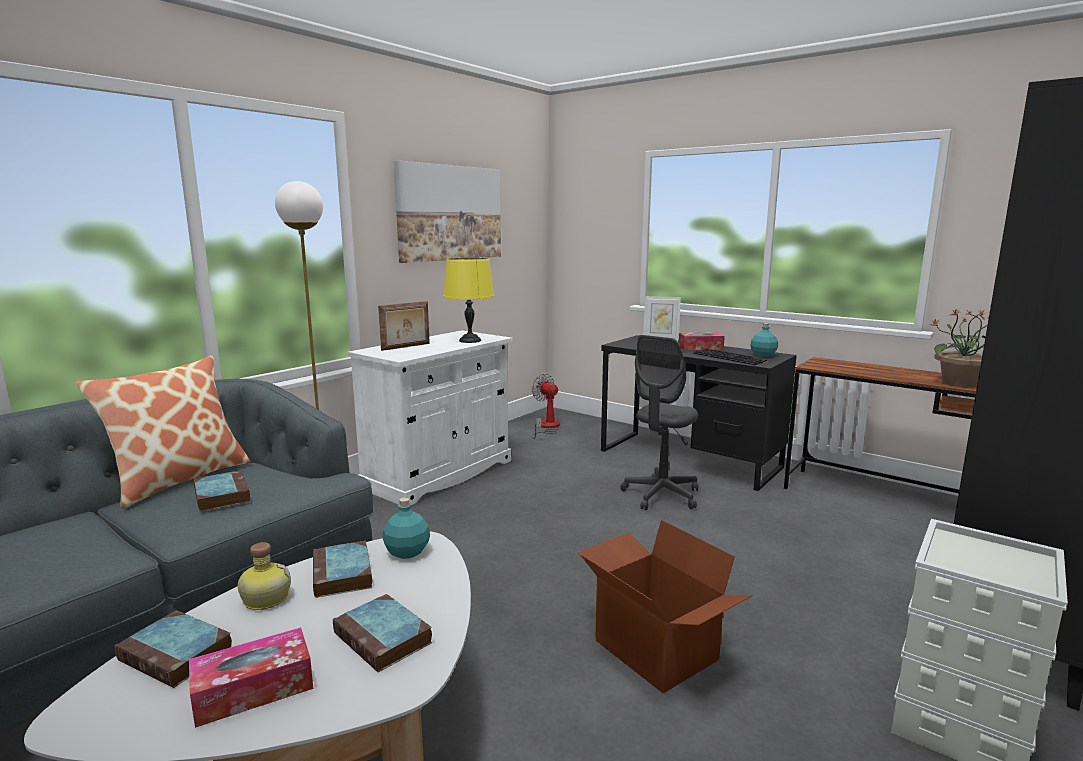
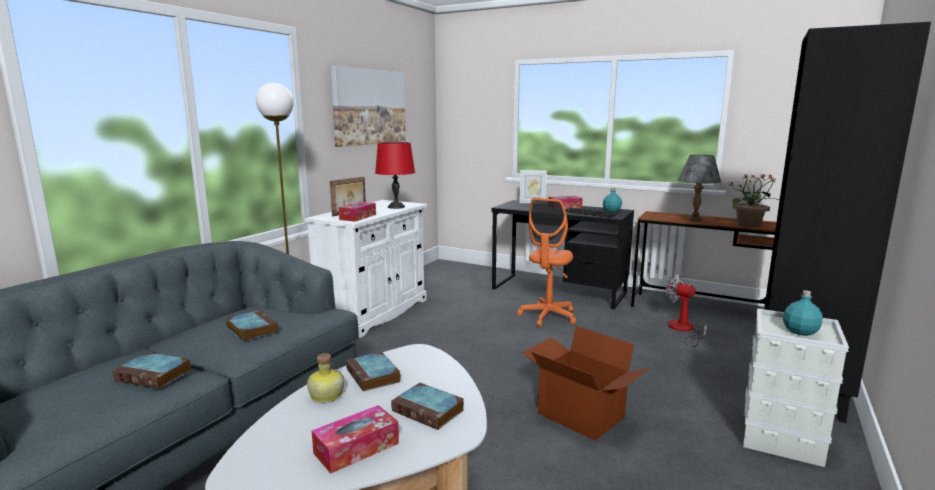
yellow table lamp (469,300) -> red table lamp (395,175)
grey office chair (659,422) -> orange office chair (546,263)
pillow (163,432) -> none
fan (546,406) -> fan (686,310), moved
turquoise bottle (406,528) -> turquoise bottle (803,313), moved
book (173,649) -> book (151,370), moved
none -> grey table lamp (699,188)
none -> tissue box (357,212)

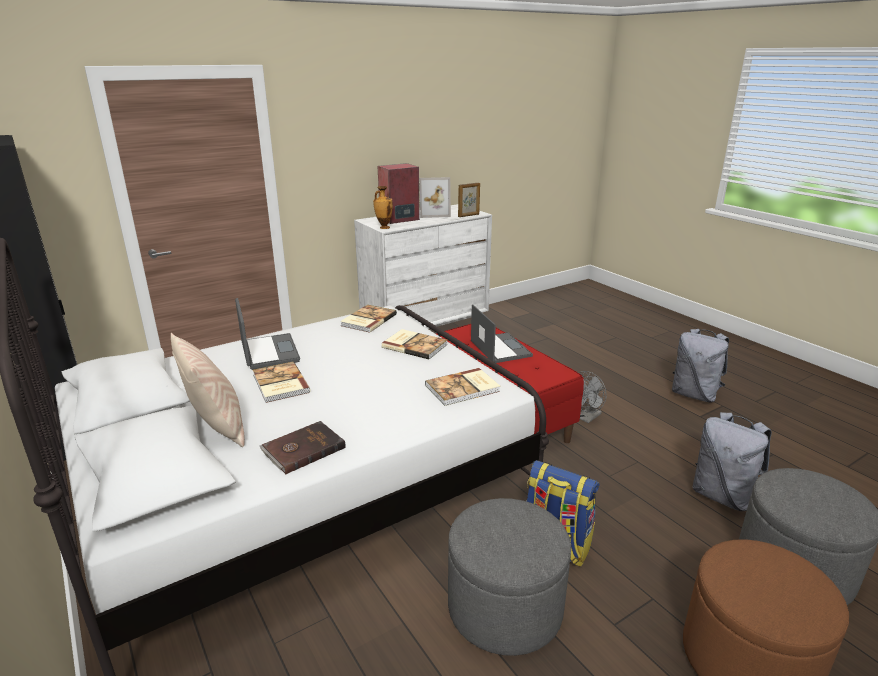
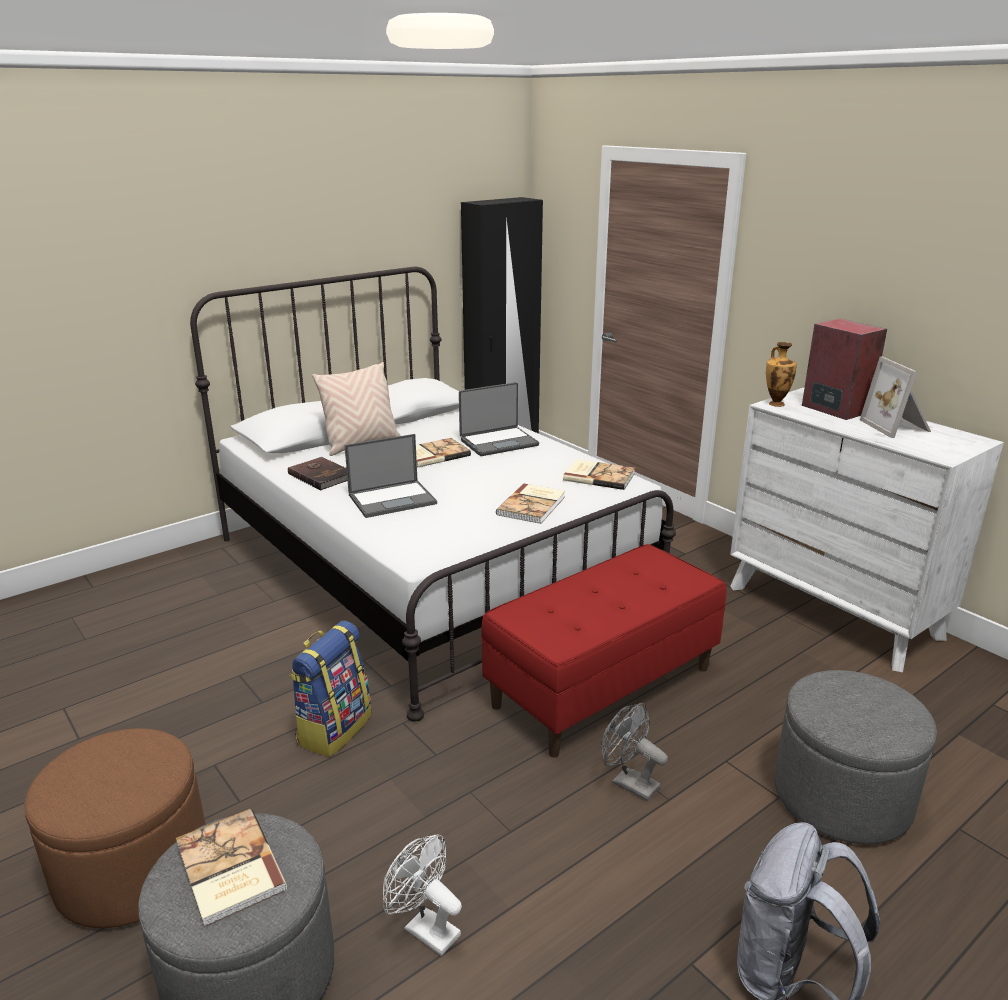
picture frame (469,200) -> none
laptop (502,333) -> laptop (391,476), moved
book (462,387) -> book (231,868), moved
grey backpack (732,461) -> white fan (422,895)
grey ottoman (509,577) -> grey ottoman (855,757), moved

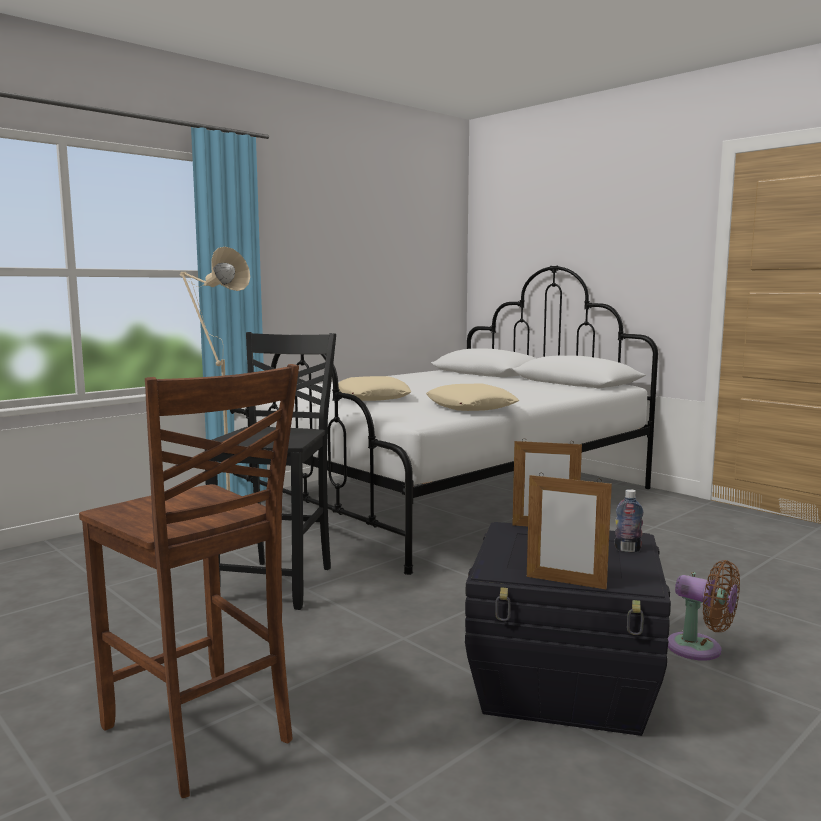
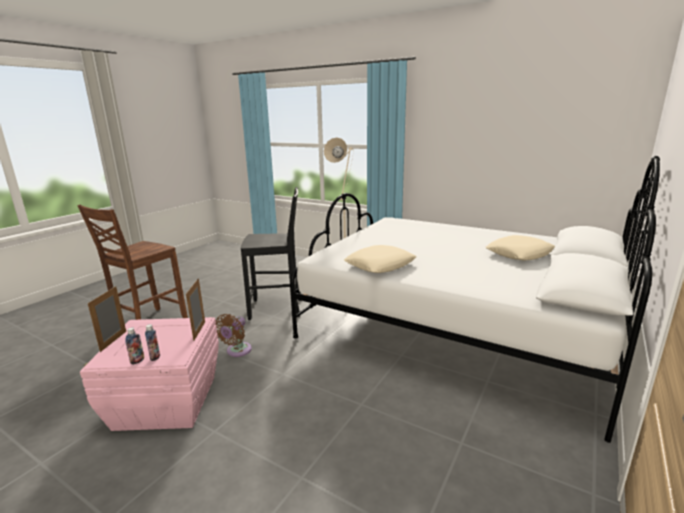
beige pillow (375,388) -> beige pillow (520,248), moved
black storage box (568,629) -> pink storage box (149,374)
brown fan (704,610) -> brown fan (234,335), moved
none -> bottle (134,346)

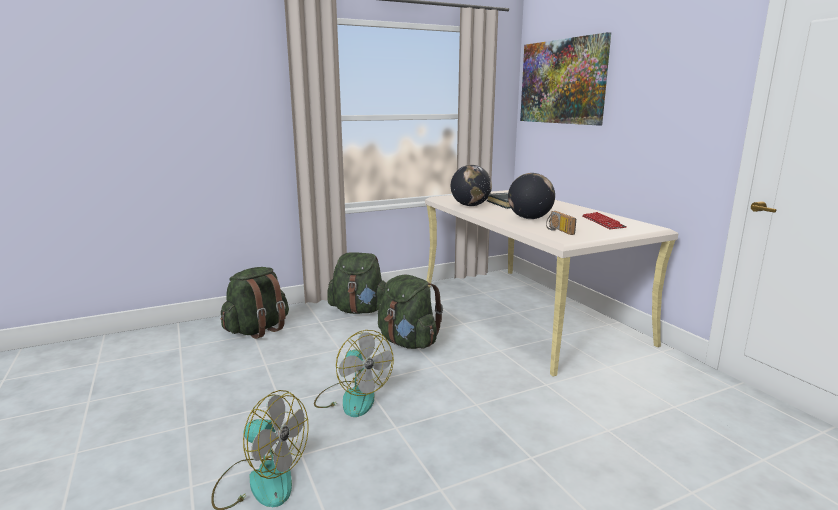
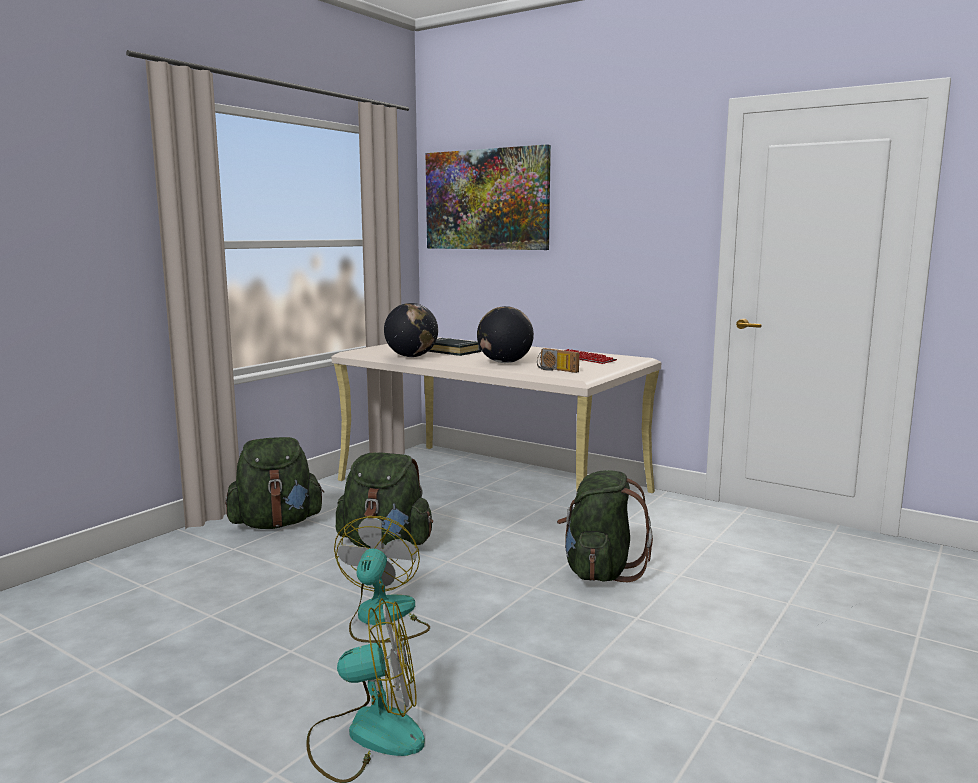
green backpack (255,303) -> green backpack (605,526), moved
fan (354,373) -> fan (382,579), 105 degrees counterclockwise

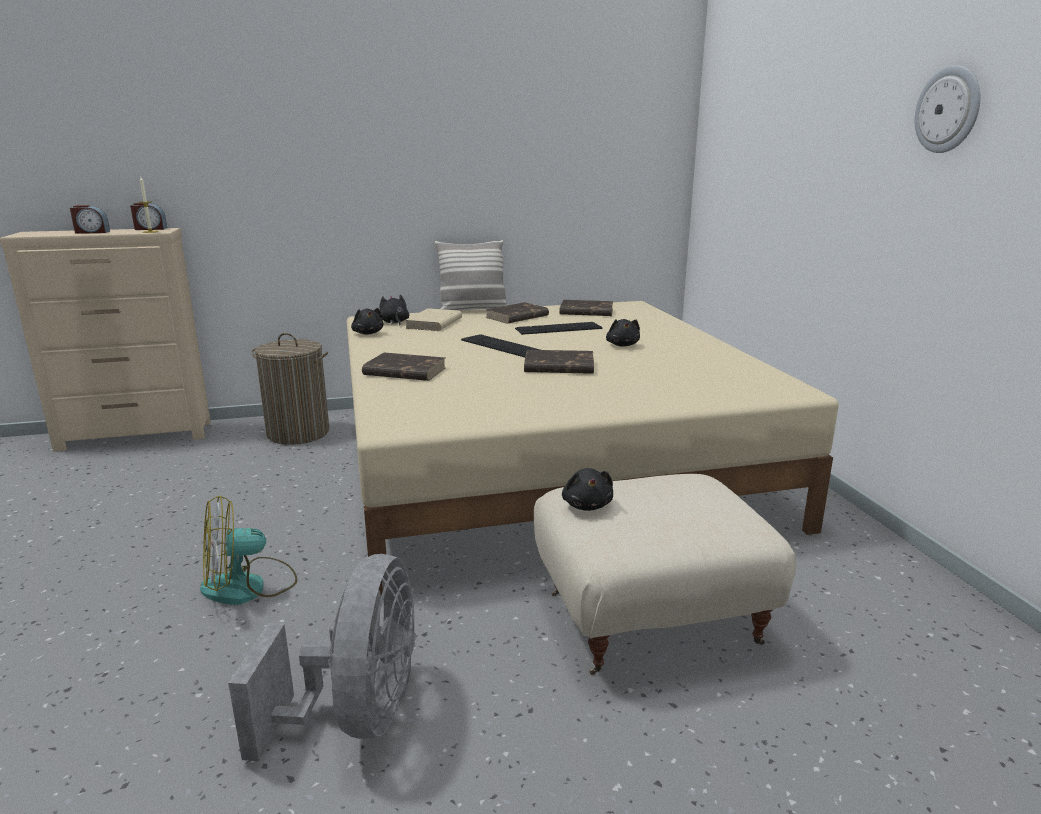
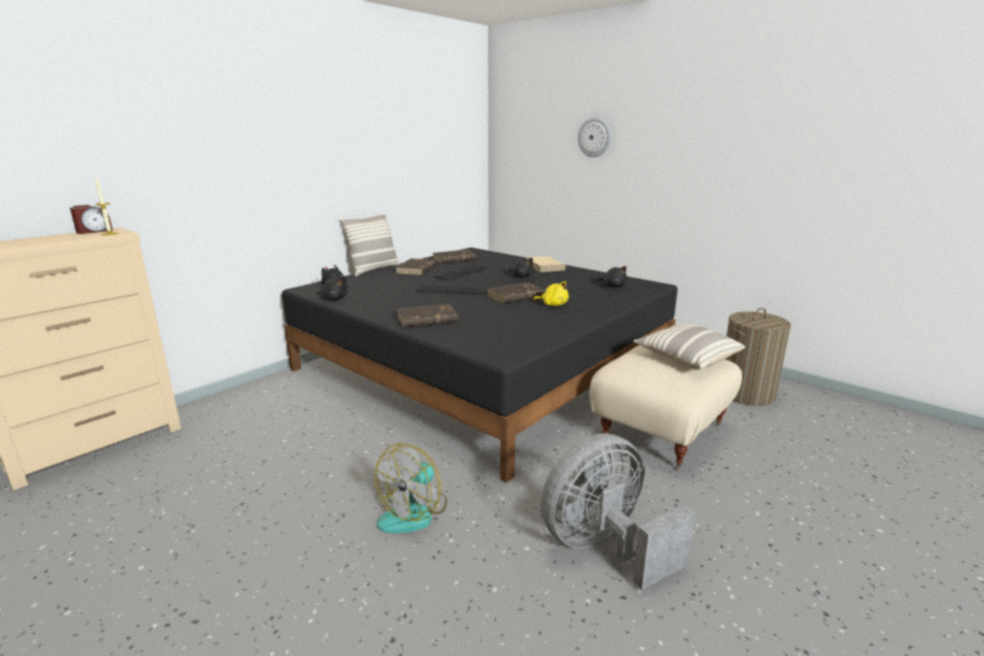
wall clock (947,109) -> wall clock (594,137), moved
alarm clock (90,219) -> none
beige bed (593,448) -> black bed (480,365)
beige book (433,319) -> beige book (546,264), moved
laundry basket (290,389) -> laundry basket (758,357), moved
black plush toy (587,489) -> black plush toy (612,276), moved
grey fan (322,657) -> grey fan (618,511), 90 degrees counterclockwise
none -> yellow plush toy (551,294)
none -> pillow (689,346)

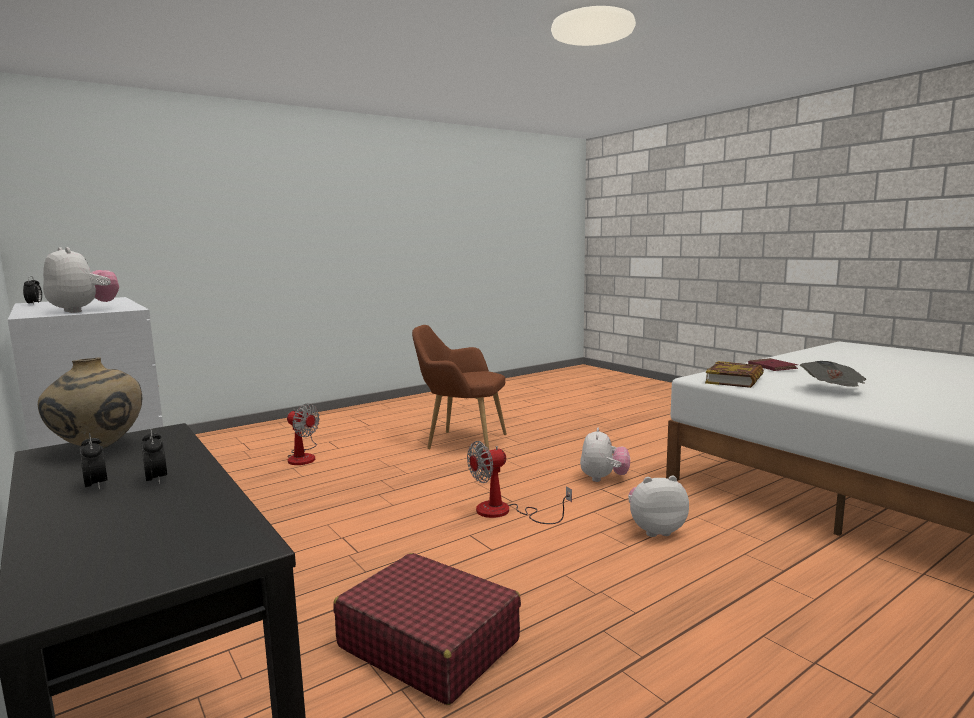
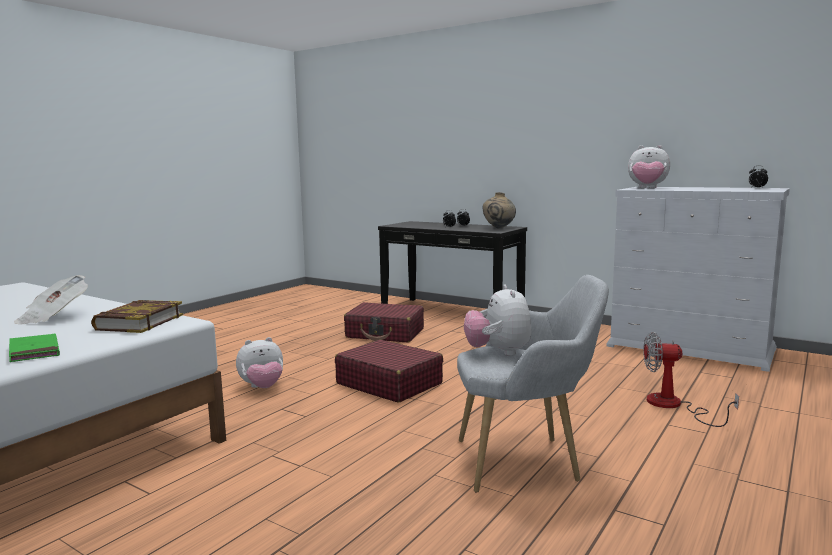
brown armchair (459,388) -> grey armchair (533,384)
red book (773,364) -> green book (34,348)
plush toy (605,455) -> plush toy (498,320), moved
fan (519,482) -> red suitcase (389,371)

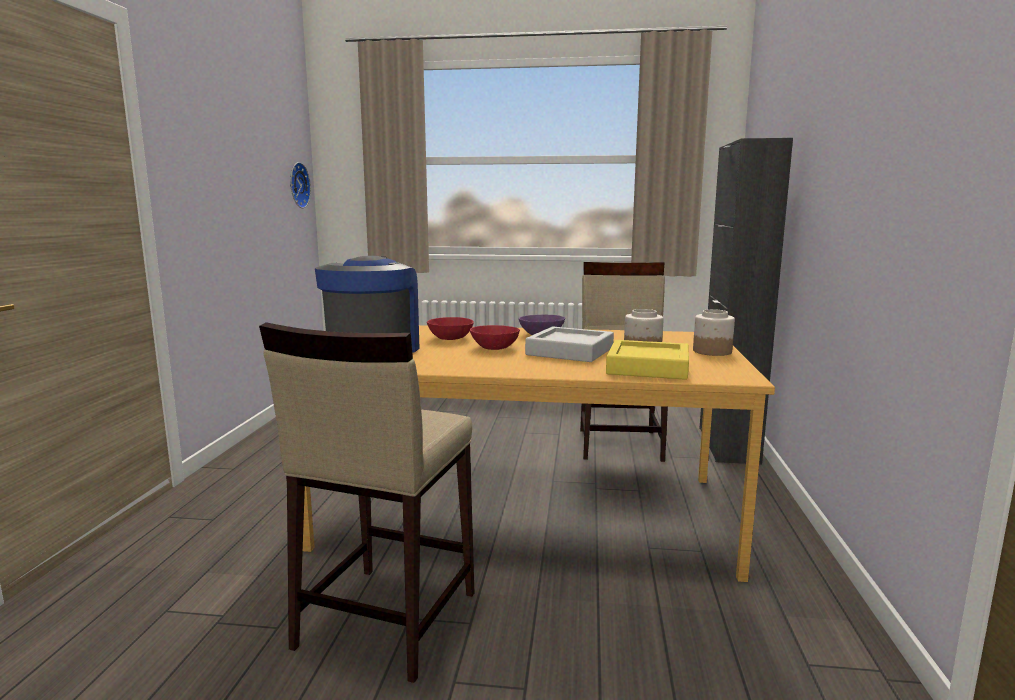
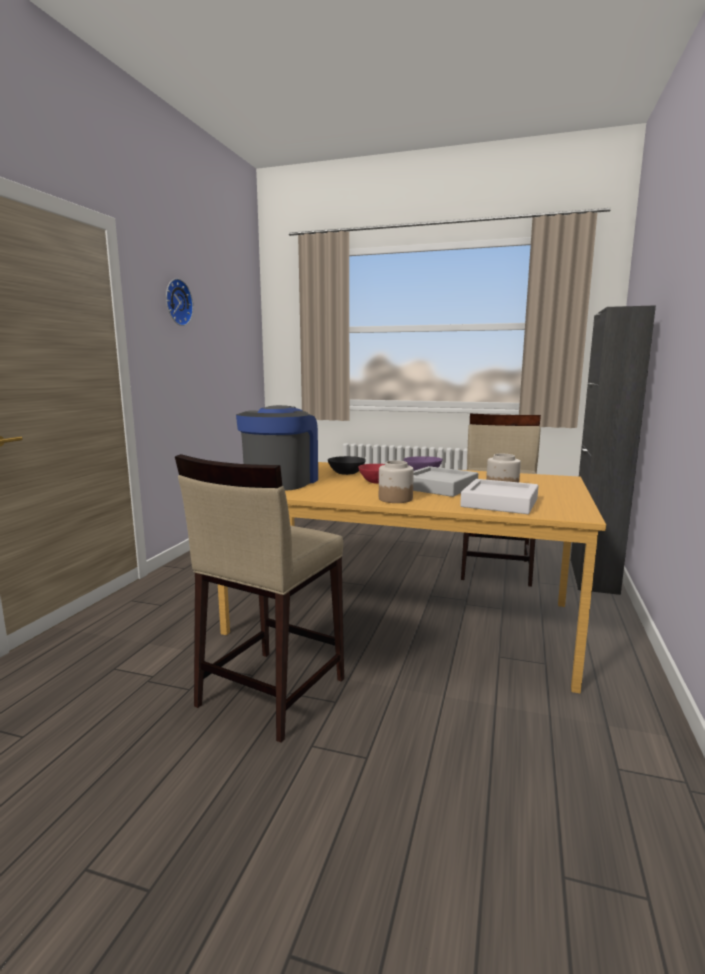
wall clock (300,185) -> wall clock (179,302), moved
jar (714,332) -> jar (396,482), moved
red bowl (450,328) -> black bowl (347,465)
yellow tray (647,360) -> white tray (499,496)

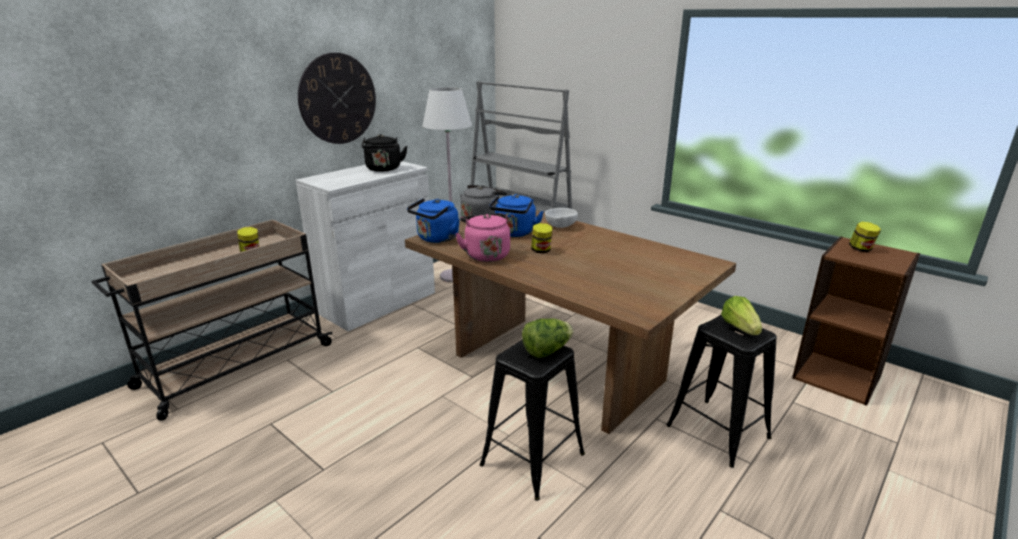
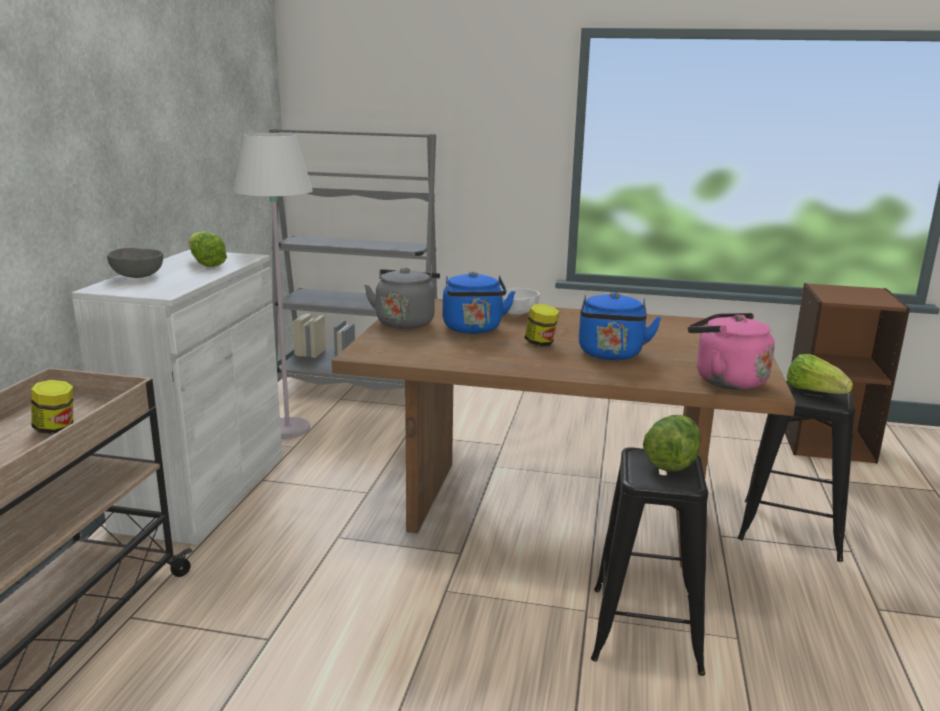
wall clock (337,98) -> none
black kettle (385,153) -> lettuce (207,249)
blue kettle (433,220) -> blue kettle (620,326), moved
pink kettle (482,237) -> pink kettle (731,351), moved
jar (865,237) -> none
none -> grey bowl (135,263)

